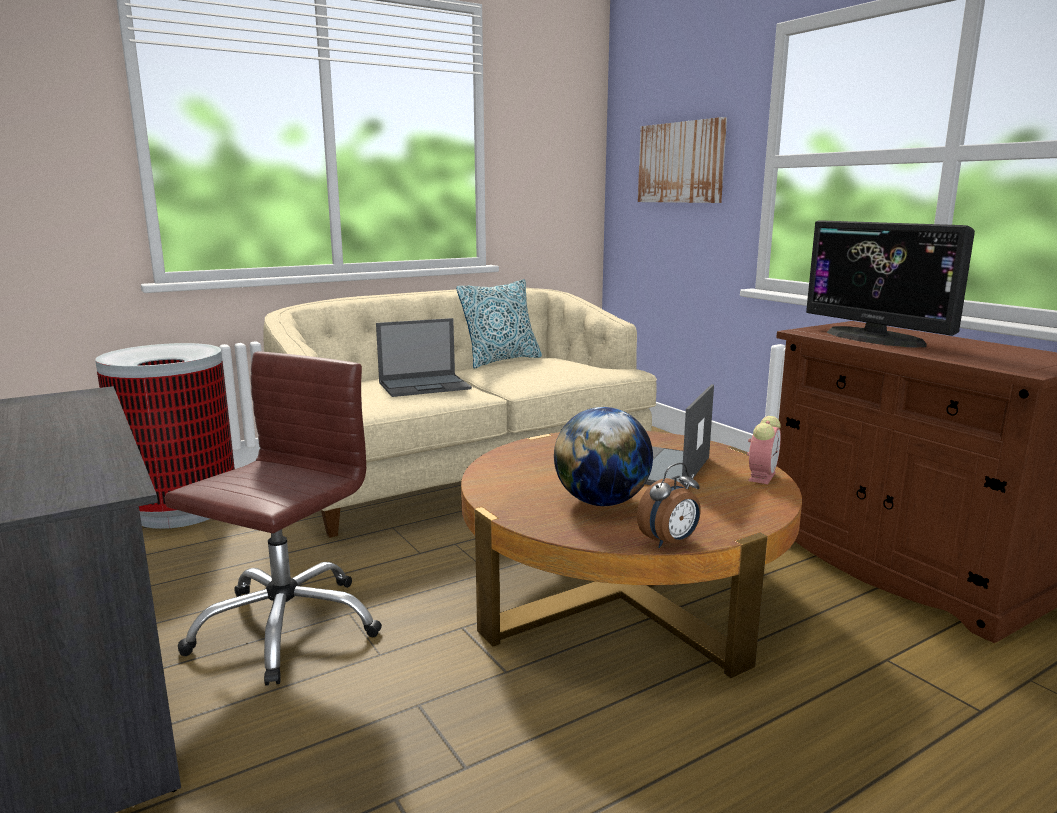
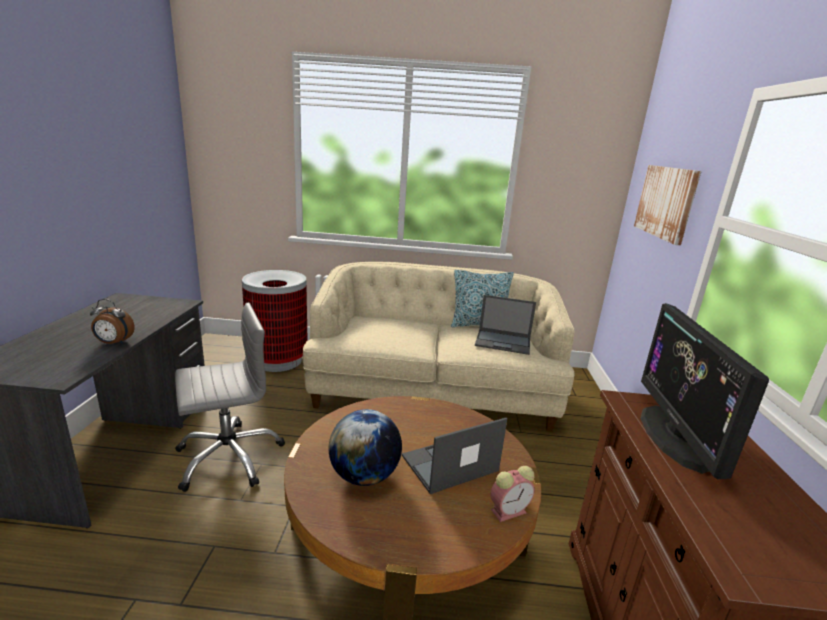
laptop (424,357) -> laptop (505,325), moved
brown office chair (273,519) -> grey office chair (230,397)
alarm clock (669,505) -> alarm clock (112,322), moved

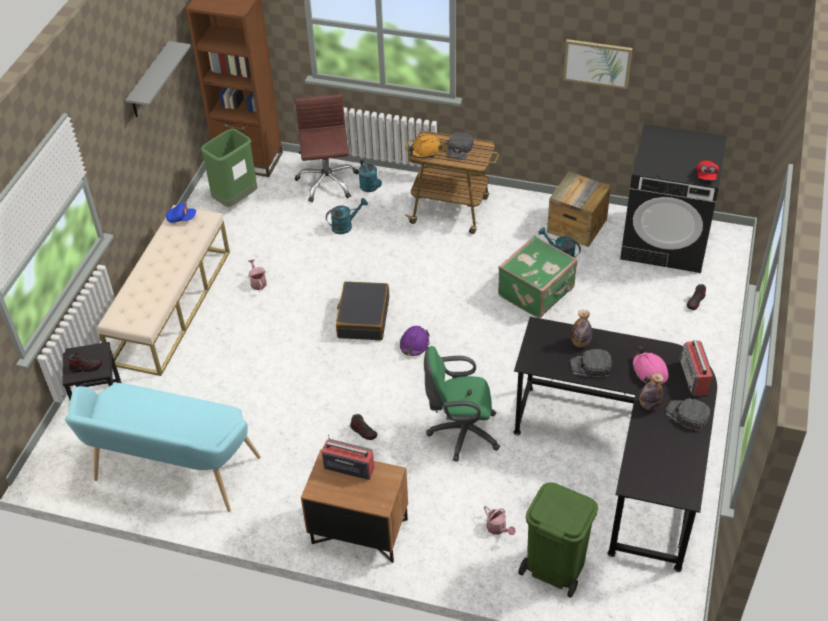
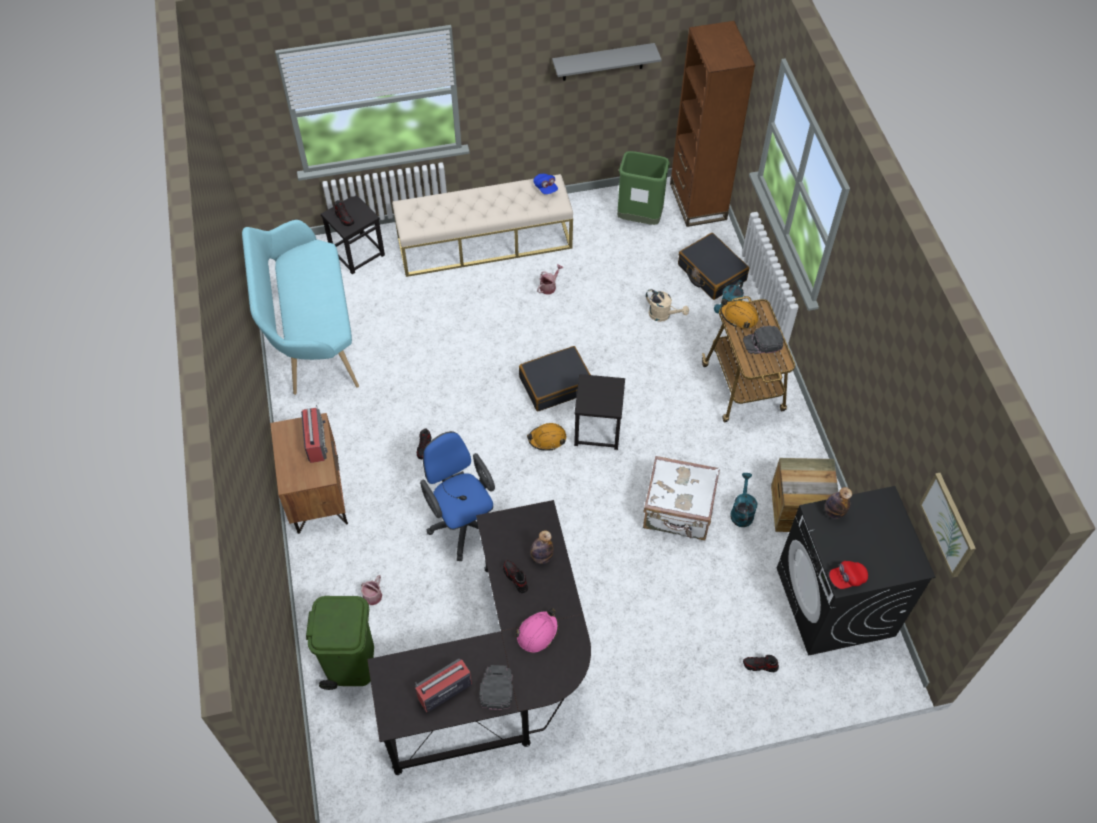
picture (597,64) -> picture (947,525), moved
brown office chair (327,148) -> black suitcase (713,266)
turquoise watering can (347,216) -> beige watering can (667,305)
green suitcase (538,277) -> white suitcase (681,498)
purple hard hat (415,341) -> orange hard hat (546,437)
radio (696,368) -> radio (443,685), moved
green office chair (462,404) -> blue office chair (457,496)
black cap (591,363) -> shoe (515,576)
bottle (651,391) -> bottle (838,503), moved
none -> black stool (599,412)

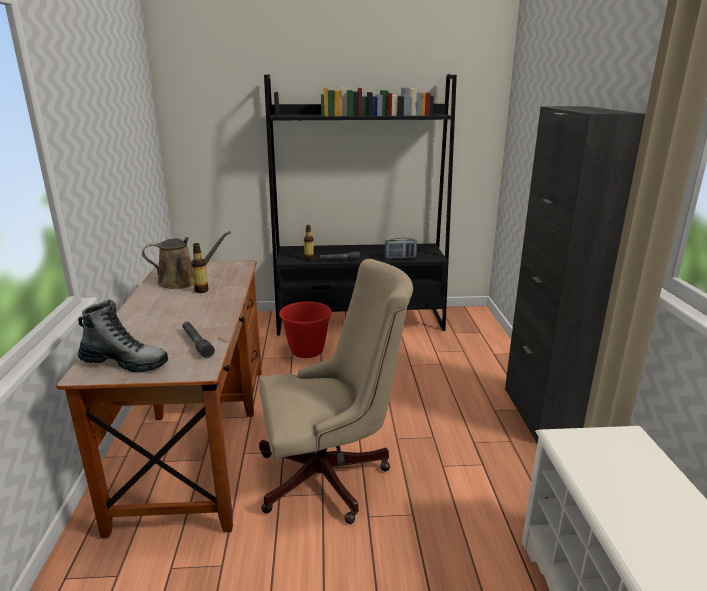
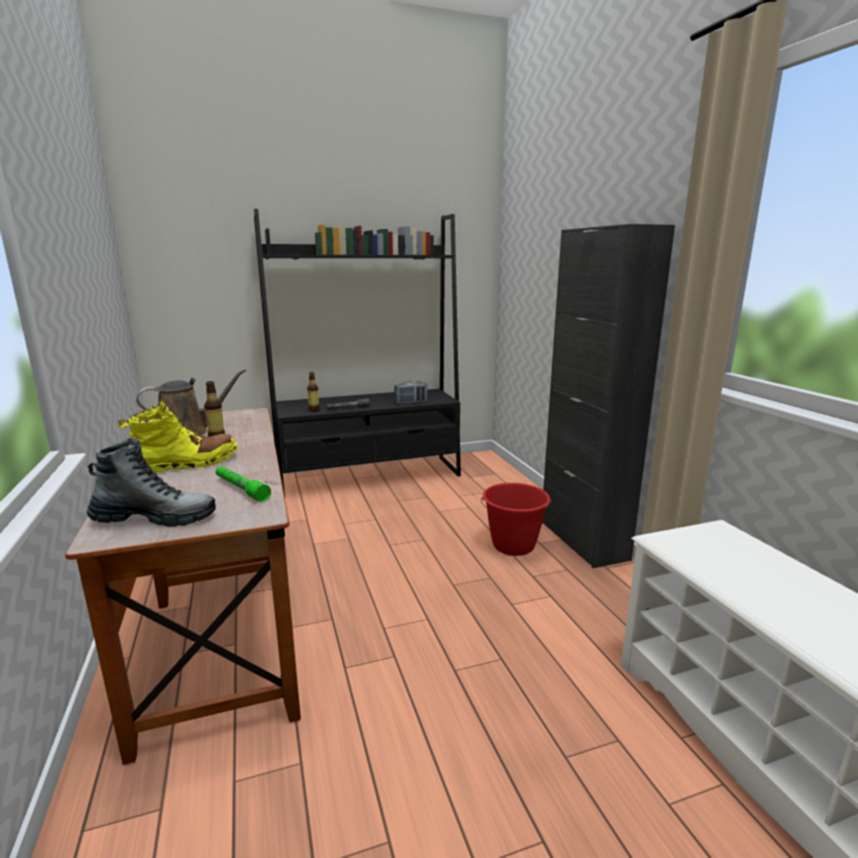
beige office chair (336,391) -> none
red bucket (306,329) -> red bucket (516,519), moved
grey flashlight (198,340) -> green flashlight (243,484)
none -> yellow boot (177,436)

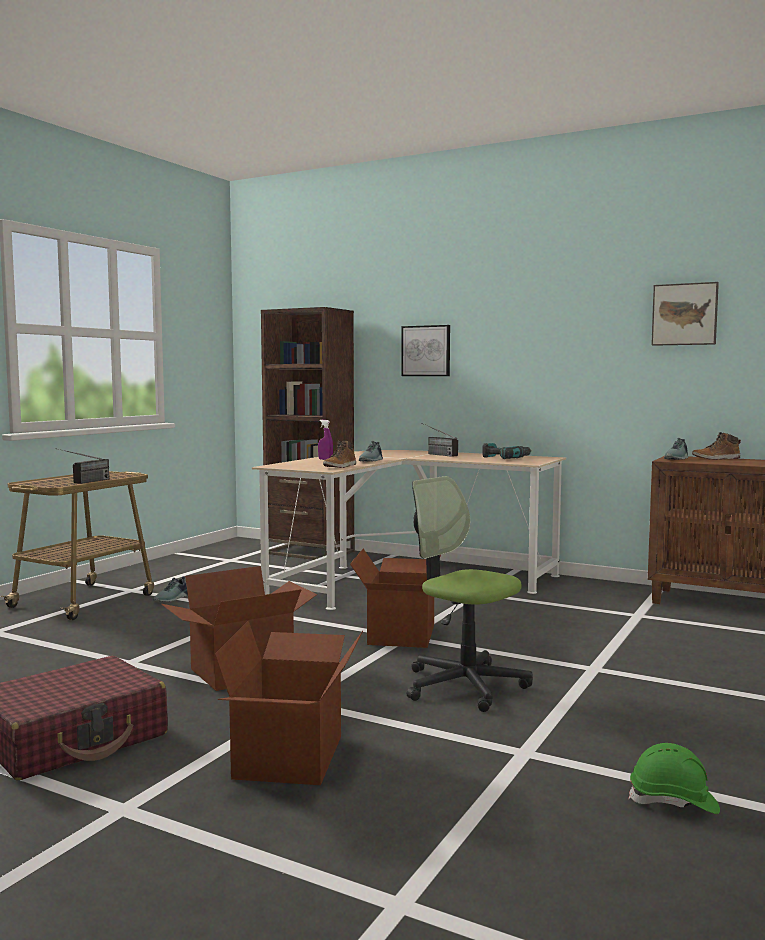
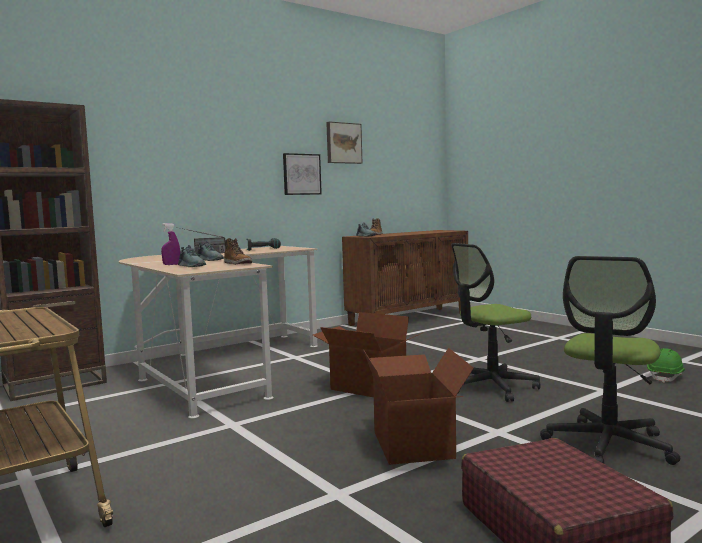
picture (425,350) -> picture (302,174), moved
radio (82,466) -> none
shoe (170,589) -> shoe (192,256), moved
cardboard box (289,703) -> office chair (610,360)

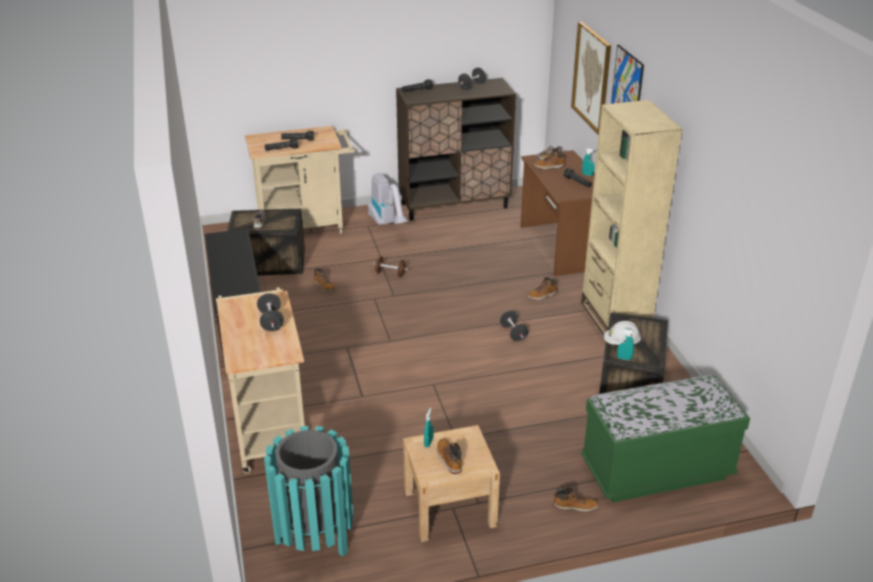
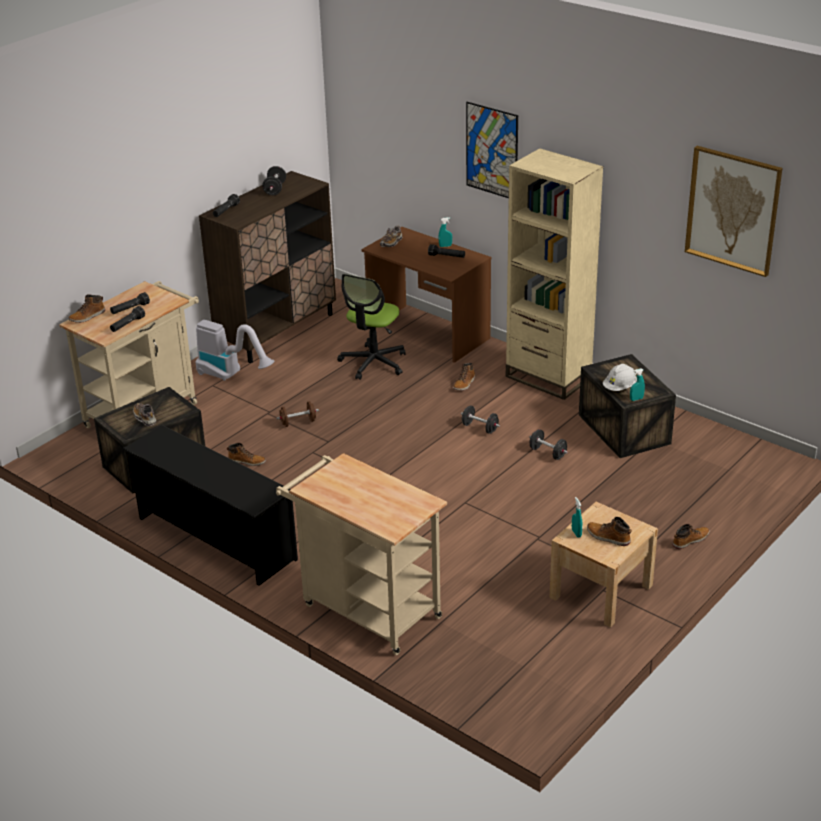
picture (591,78) -> picture (733,211), moved
boot (550,159) -> boot (86,308), moved
black dumbbell (270,312) -> black dumbbell (548,444), moved
green bench (665,438) -> none
turquoise trash can (308,491) -> none
none -> office chair (371,327)

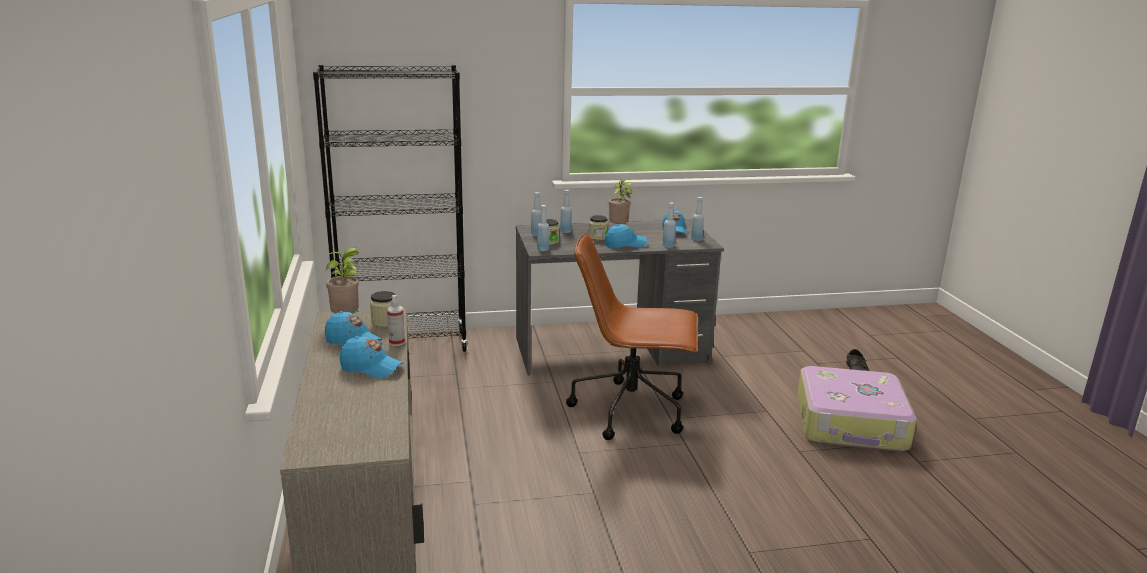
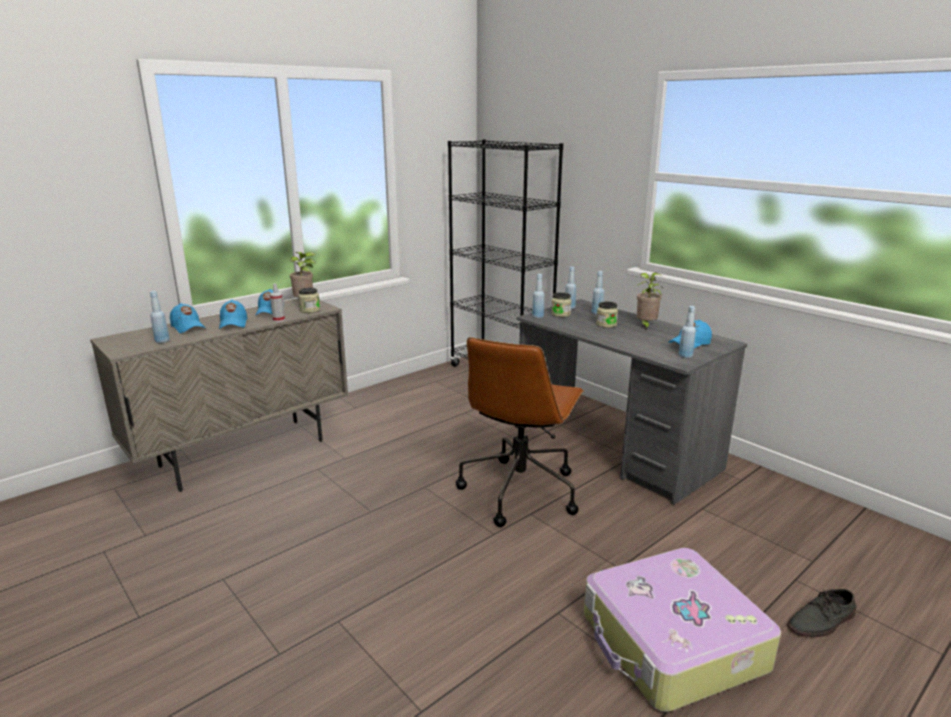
blue bottle (669,225) -> blue bottle (160,317), moved
blue cap (626,236) -> blue cap (187,318), moved
brown office chair (632,336) -> brown office chair (520,432), 135 degrees counterclockwise

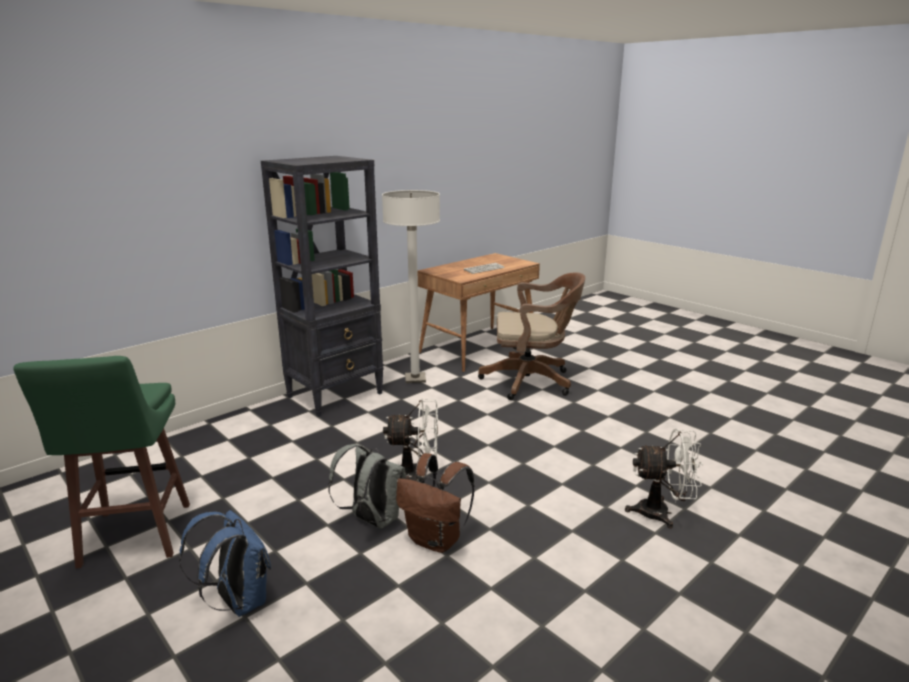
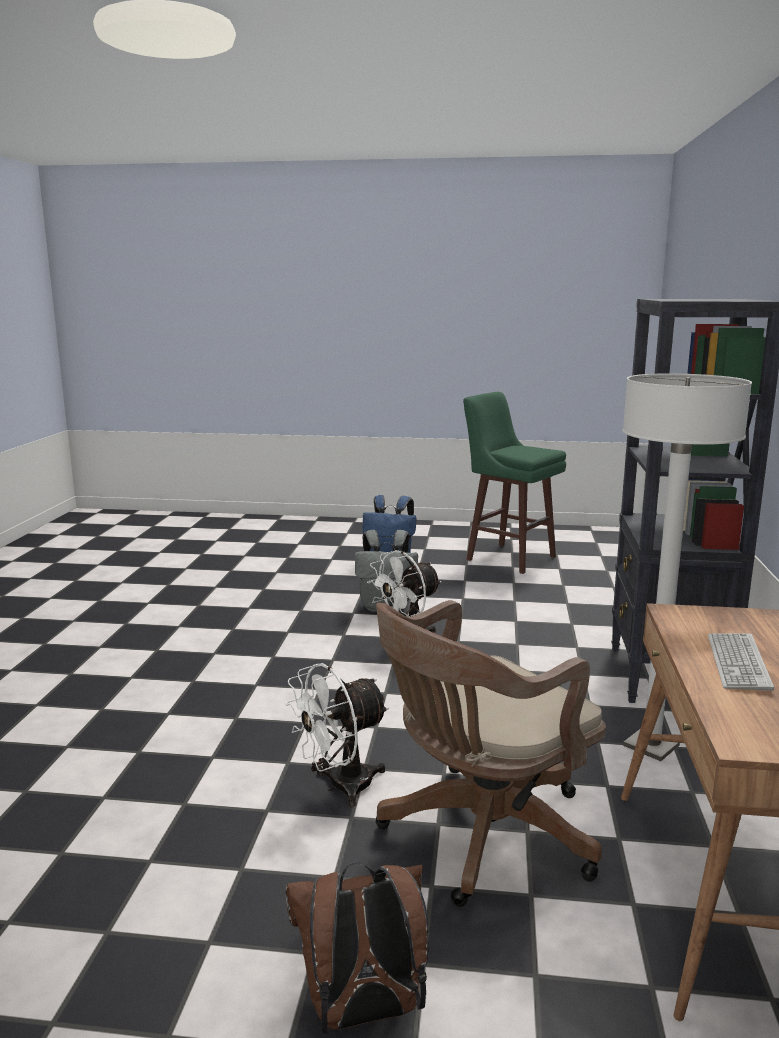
white fan (664,478) -> white fan (337,735), moved
brown backpack (435,503) -> brown backpack (357,948), moved

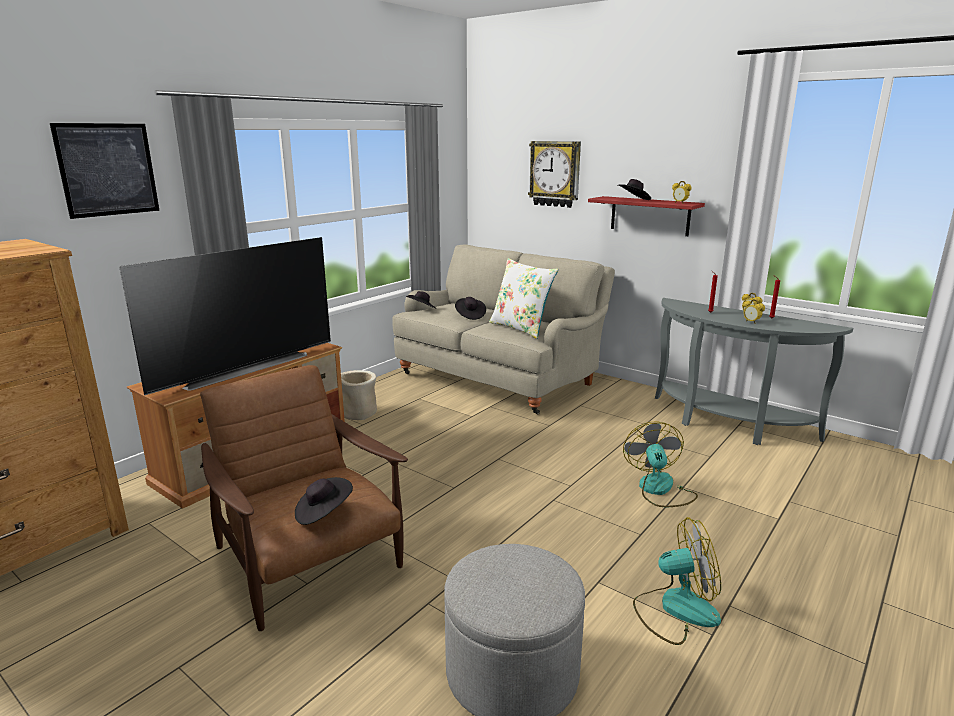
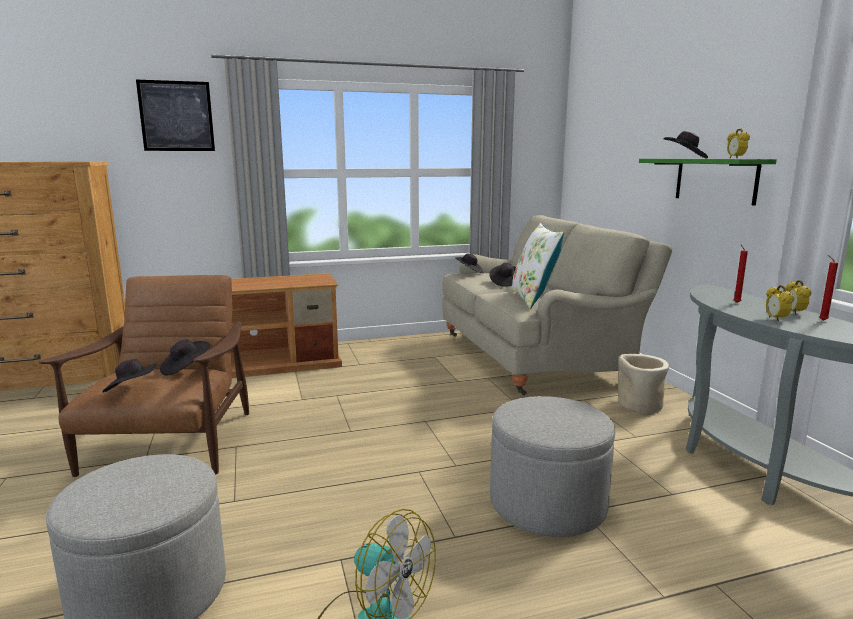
wall clock (554,174) -> none
red shelf (646,216) -> green shelf (708,182)
television (225,316) -> none
beige planter (359,395) -> beige planter (643,384), moved
fan (660,464) -> grey ottoman (552,466)
none -> black hat (185,357)

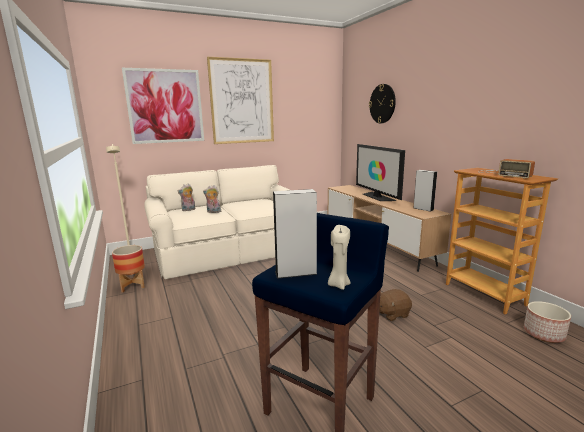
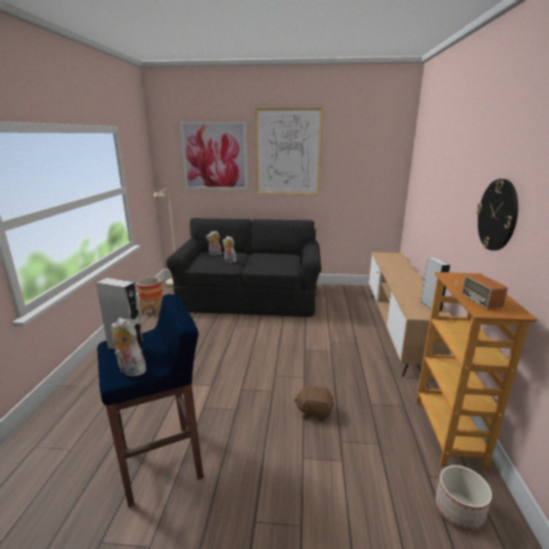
wall clock (382,103) -> wall clock (497,215), moved
television (380,172) -> none
beige sofa (217,222) -> black sofa (243,267)
beige candle (339,257) -> plush toy (129,347)

